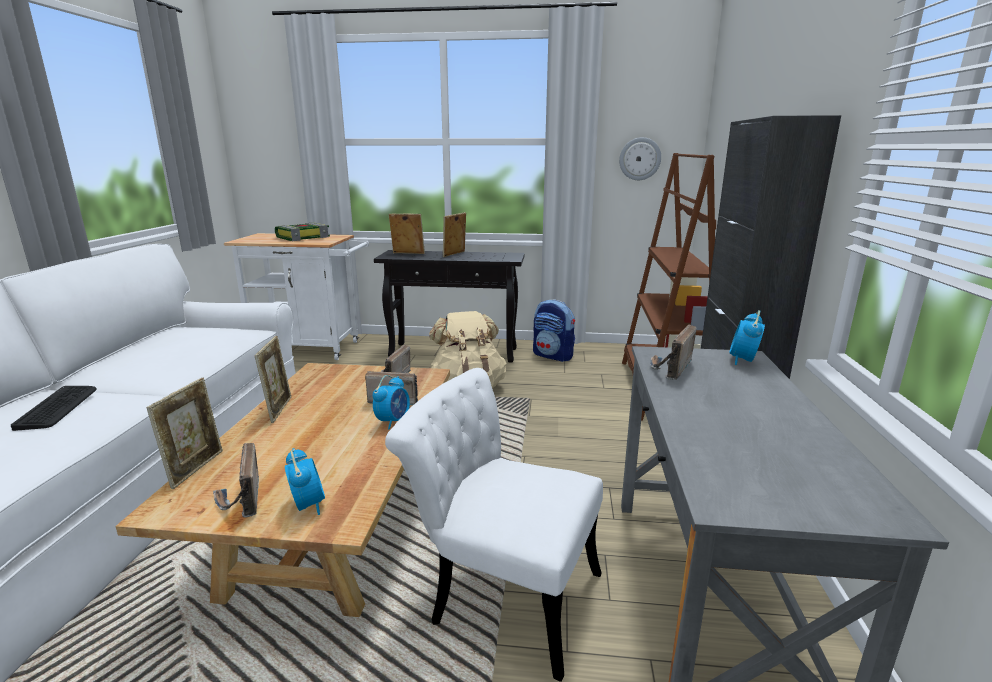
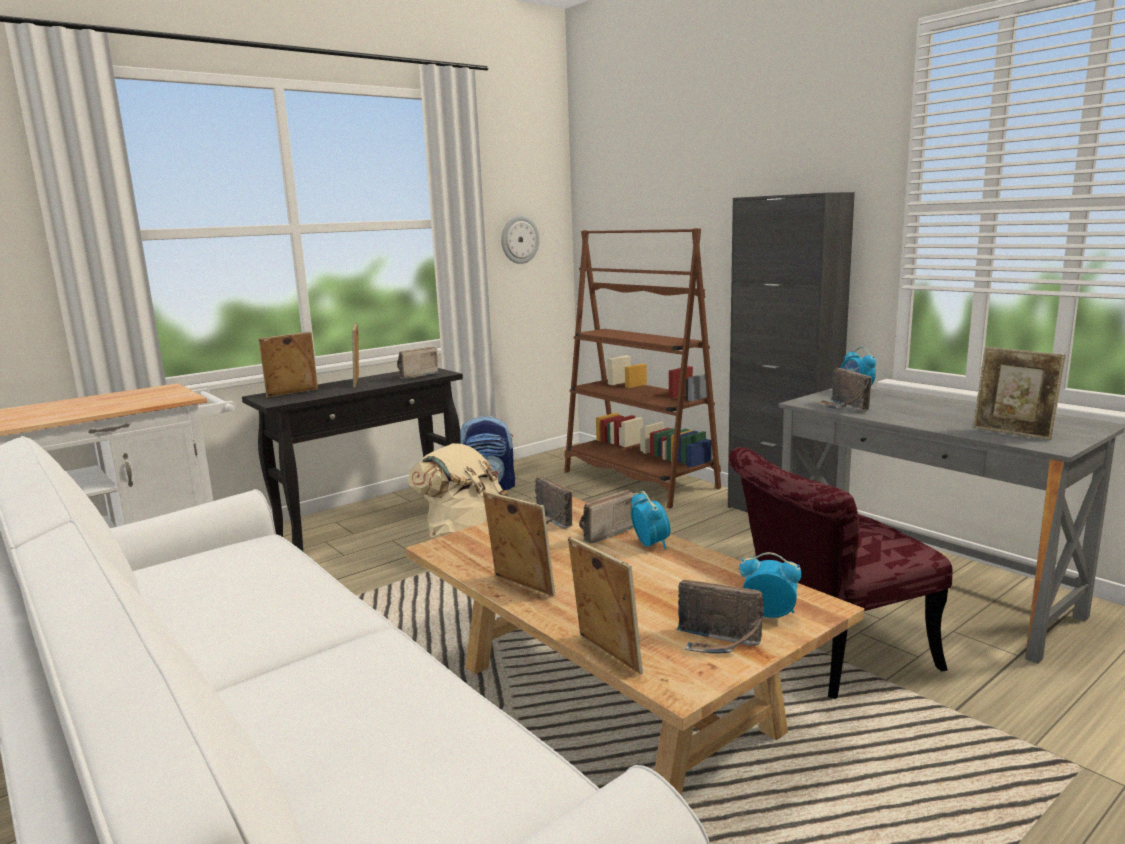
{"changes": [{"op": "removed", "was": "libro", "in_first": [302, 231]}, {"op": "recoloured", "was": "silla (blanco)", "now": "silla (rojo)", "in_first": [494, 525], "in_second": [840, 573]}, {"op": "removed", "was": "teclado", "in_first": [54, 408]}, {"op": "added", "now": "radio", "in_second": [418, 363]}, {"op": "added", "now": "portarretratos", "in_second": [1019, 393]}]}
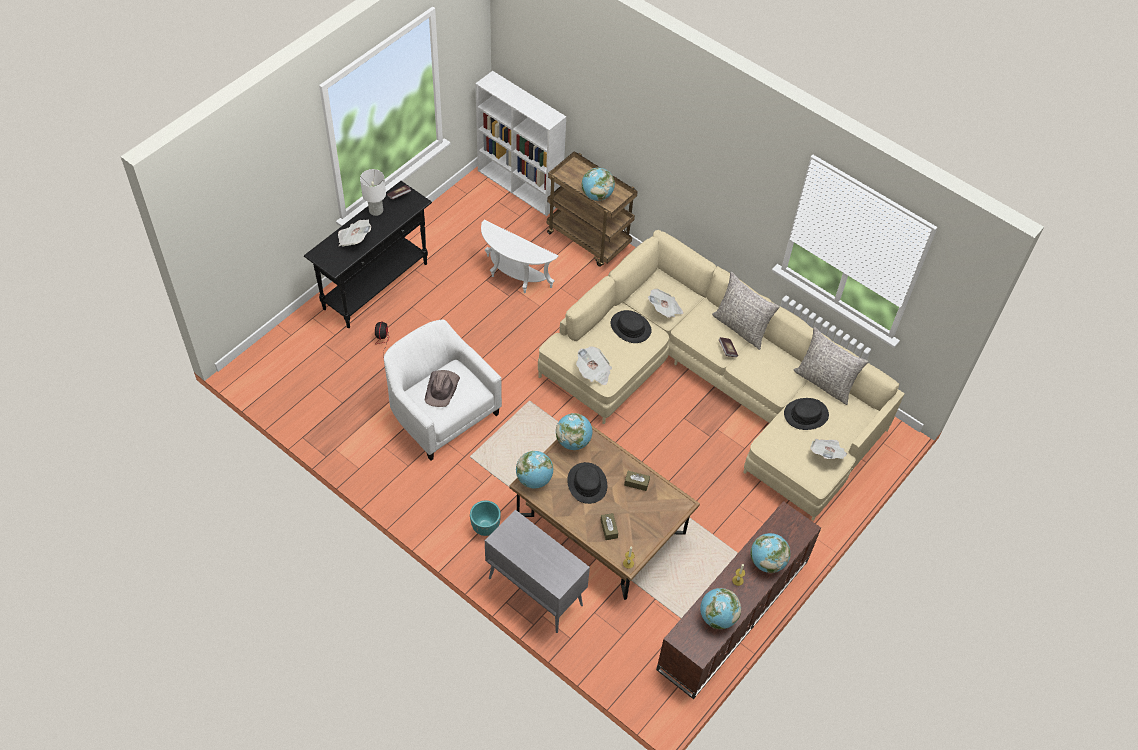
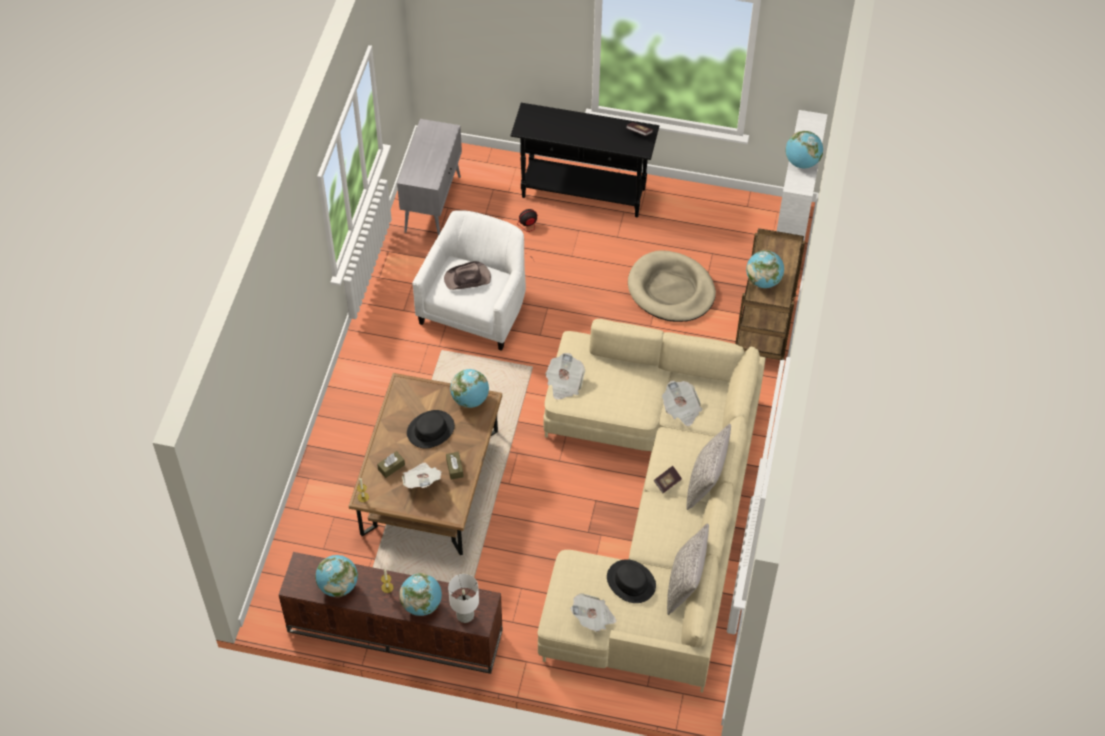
{"changes": [{"op": "moved", "was": "lámpara de mesa (blanco)", "in_first": [373, 192], "in_second": [463, 598]}, {"op": "moved", "was": "periódico", "in_first": [354, 233], "in_second": [422, 475]}, {"op": "replaced", "was": "mesa auxiliar (blanco)", "now": "cama para perro (beis)", "in_first": [519, 256], "in_second": [672, 286]}, {"op": "removed", "was": "sombrero (negro)", "in_first": [631, 326]}, {"op": "moved", "was": "globo terráqueo", "in_first": [534, 469], "in_second": [804, 149]}, {"op": "removed", "was": "maceta (turquesa)", "in_first": [485, 518]}, {"op": "moved", "was": "armario (gris)", "in_first": [537, 571], "in_second": [429, 177]}]}
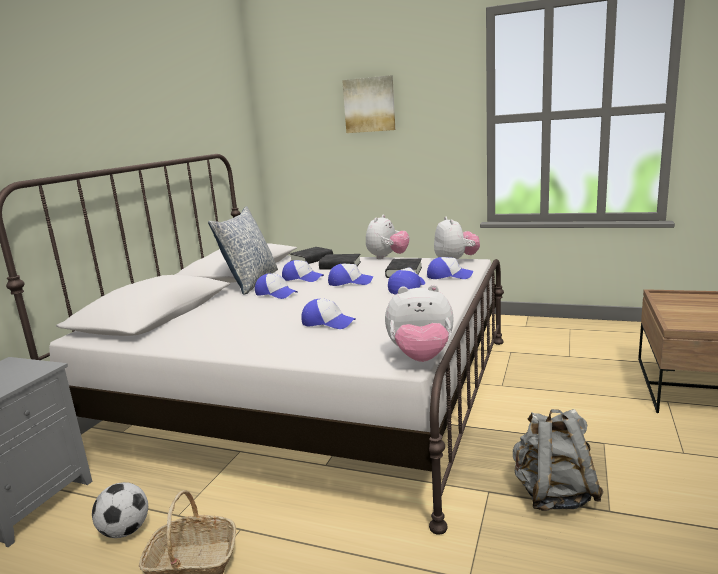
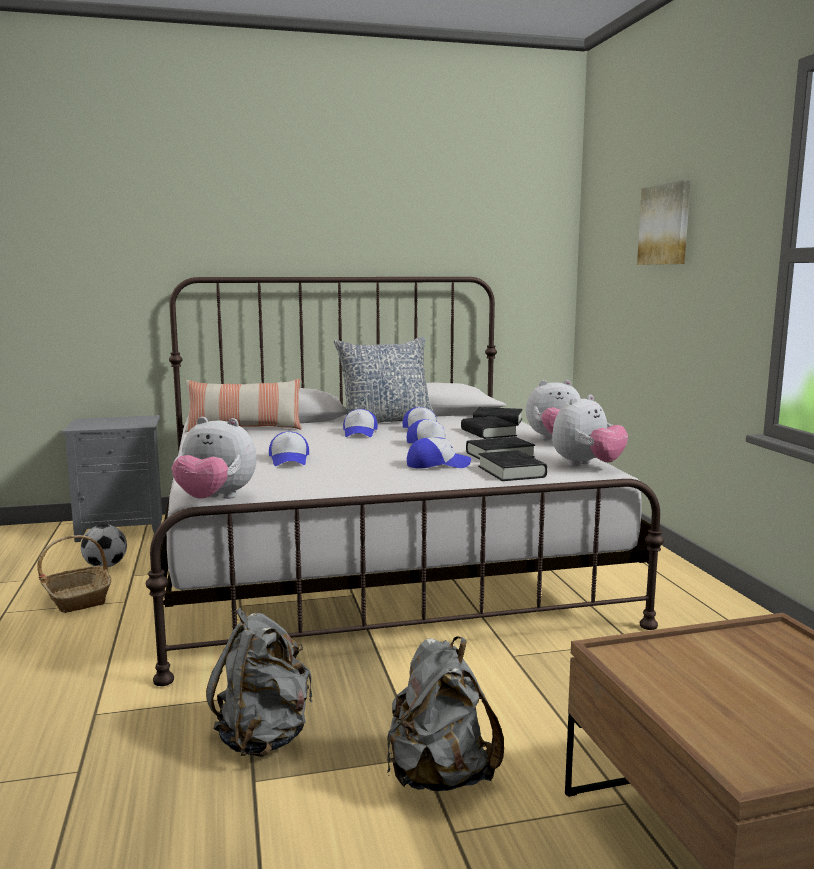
{"changes": [{"op": "replaced", "was": "gorra", "now": "libro (negro)", "in_first": [450, 268], "in_second": [512, 465]}, {"op": "turned", "was": "peluche", "in_first": [419, 323], "in_second": [214, 458], "clockwise": -45}, {"op": "added", "now": "cojín", "in_second": [243, 406]}, {"op": "added", "now": "mochila (gris)", "in_second": [445, 713]}]}
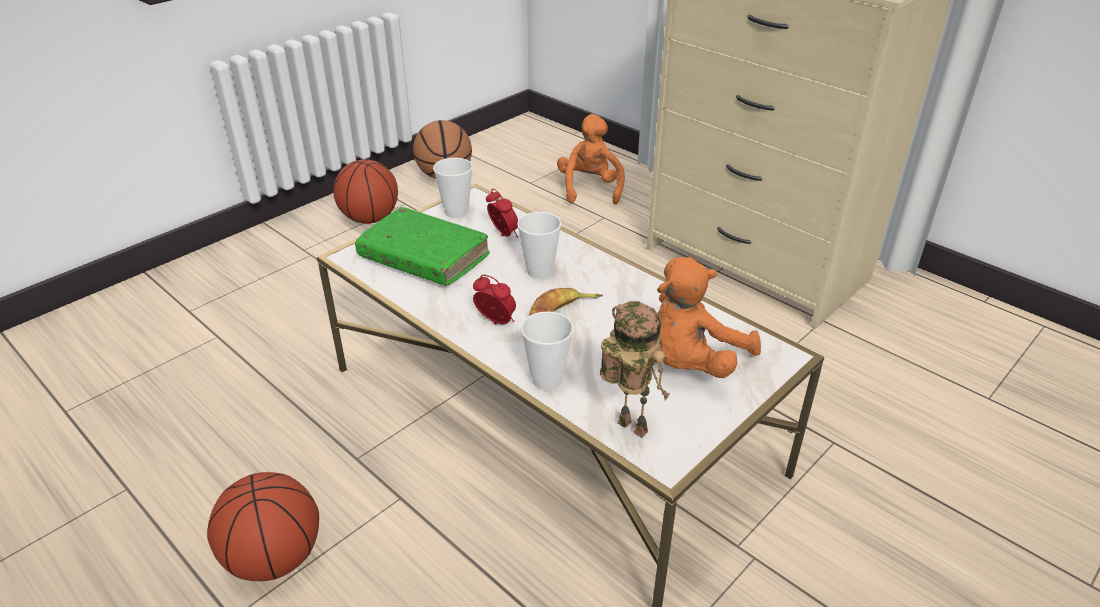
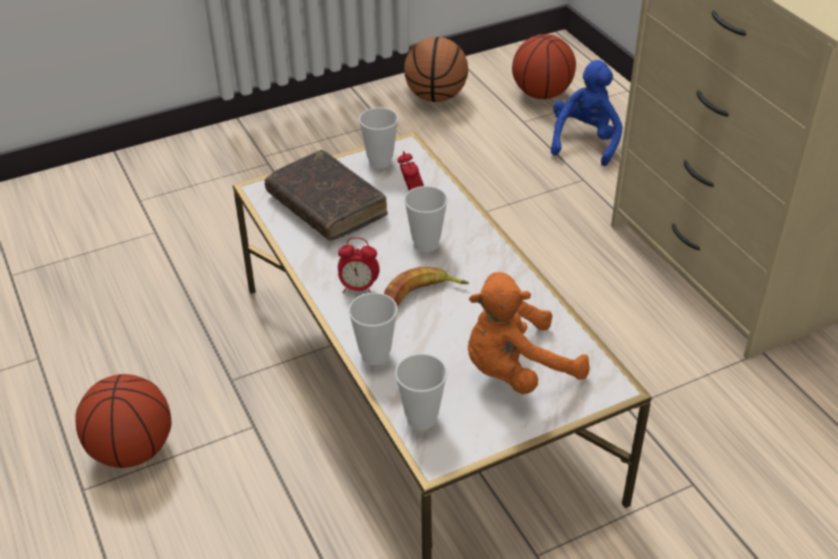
{"changes": [{"op": "recoloured", "was": "peluche (naranja)", "now": "peluche (azul)", "in_first": [591, 159], "in_second": [587, 113]}, {"op": "moved", "was": "balón de baloncesto", "in_first": [366, 191], "in_second": [544, 66]}, {"op": "recoloured", "was": "libro (verde)", "now": "libro (marrón)", "in_first": [422, 246], "in_second": [326, 195]}, {"op": "turned", "was": "despertador", "in_first": [494, 300], "in_second": [359, 265], "clockwise": 135}, {"op": "replaced", "was": "robot de juguete", "now": "taza", "in_first": [635, 369], "in_second": [421, 391]}]}
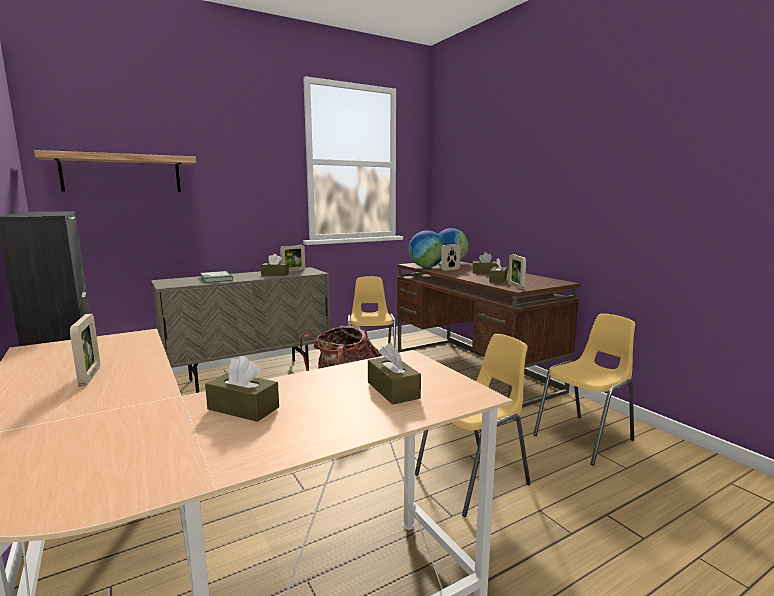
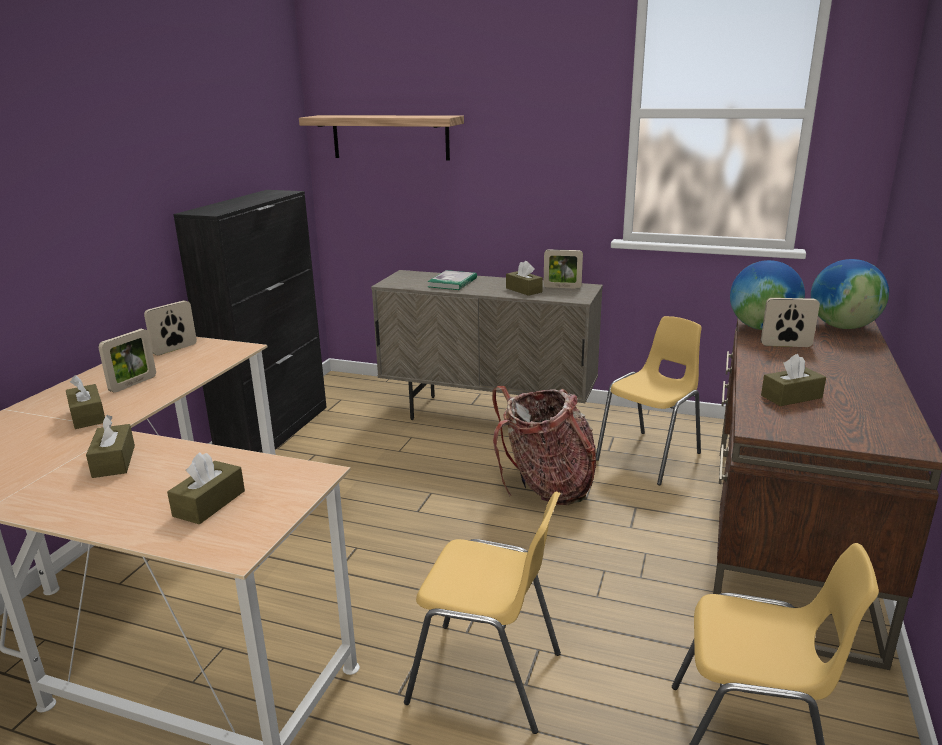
{"changes": [{"op": "moved", "was": "caja de pañuelos (marrón)", "in_first": [485, 263], "in_second": [85, 402]}, {"op": "moved", "was": "portarretratos", "in_first": [517, 271], "in_second": [170, 327]}]}
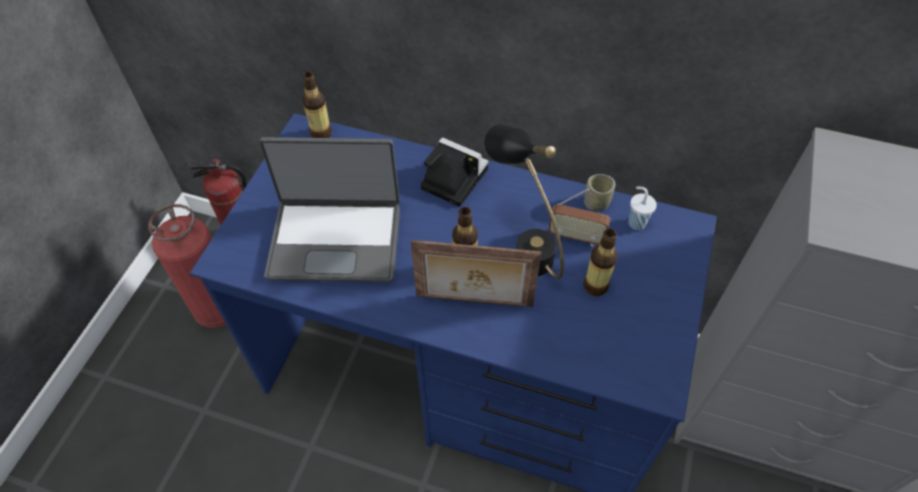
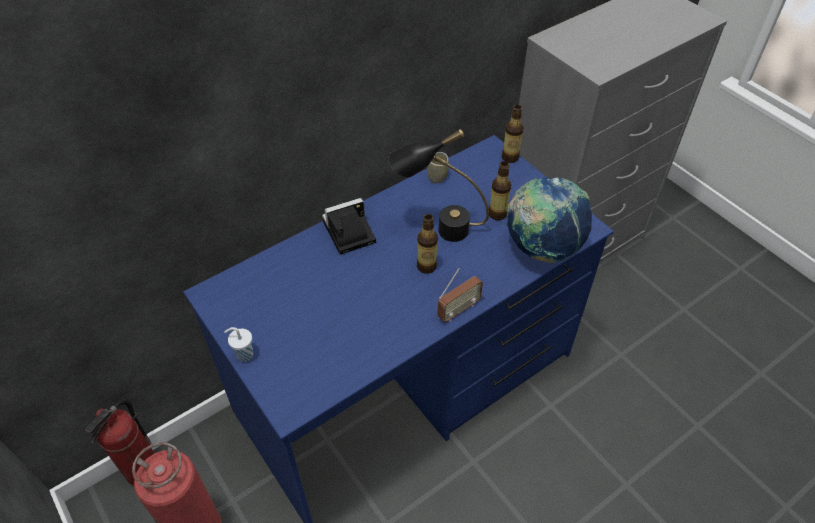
{"changes": [{"op": "moved", "was": "botella", "in_first": [317, 105], "in_second": [513, 134]}, {"op": "removed", "was": "portátil", "in_first": [330, 209]}, {"op": "moved", "was": "taza (blanco)", "in_first": [642, 208], "in_second": [238, 344]}, {"op": "moved", "was": "radio", "in_first": [579, 217], "in_second": [460, 295]}, {"op": "removed", "was": "portarretratos", "in_first": [476, 273]}, {"op": "added", "now": "globo terráqueo", "in_second": [549, 220]}]}
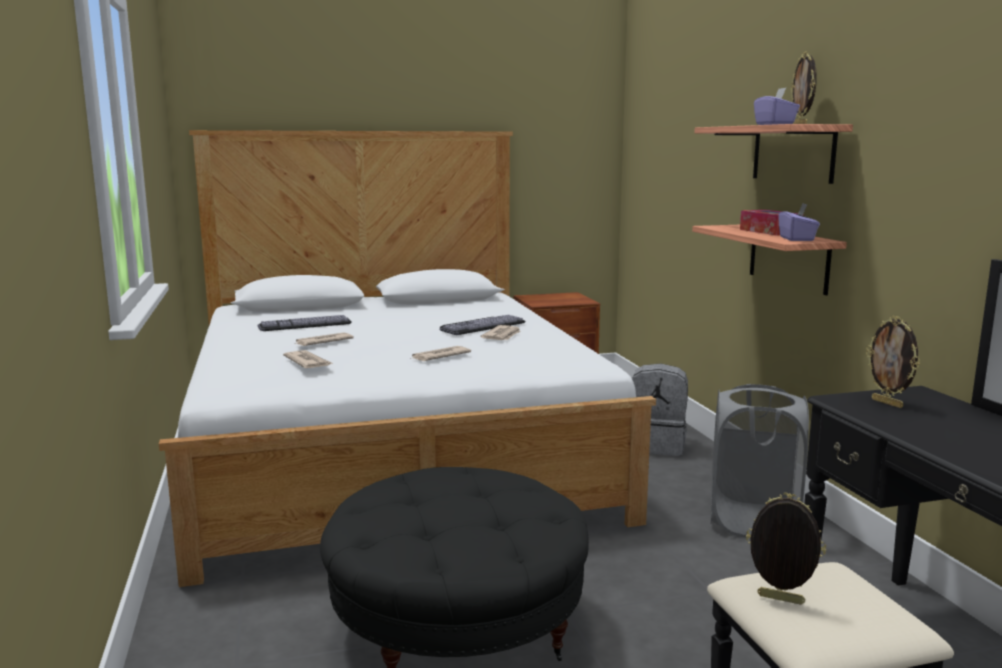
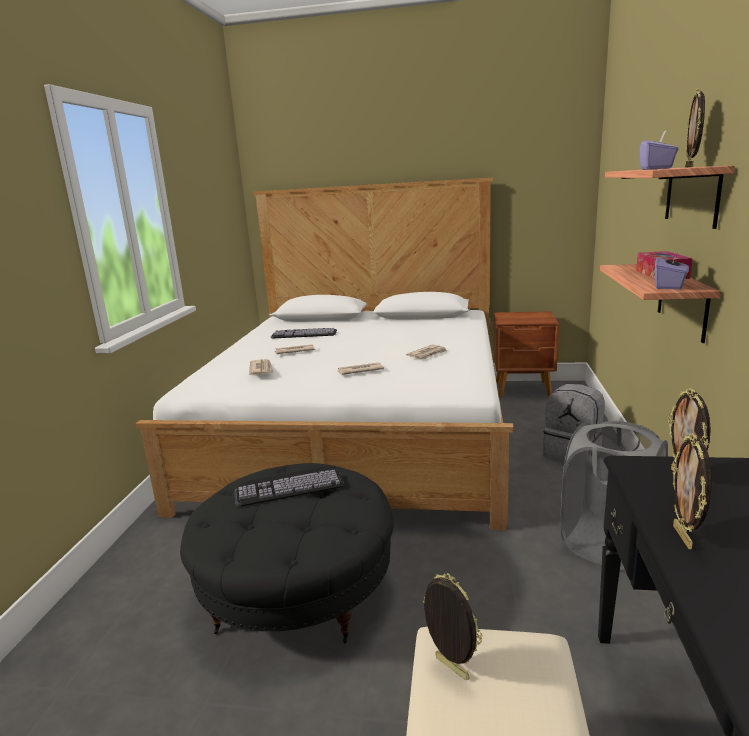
{"changes": [{"op": "moved", "was": "teclado", "in_first": [483, 325], "in_second": [289, 486]}, {"op": "added", "now": "portarretratos", "in_second": [692, 491]}]}
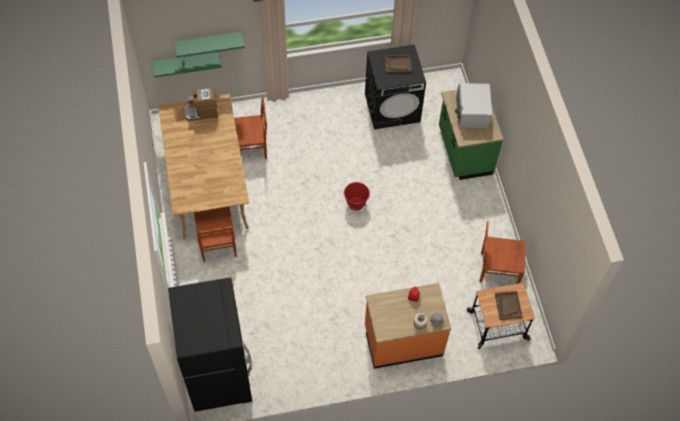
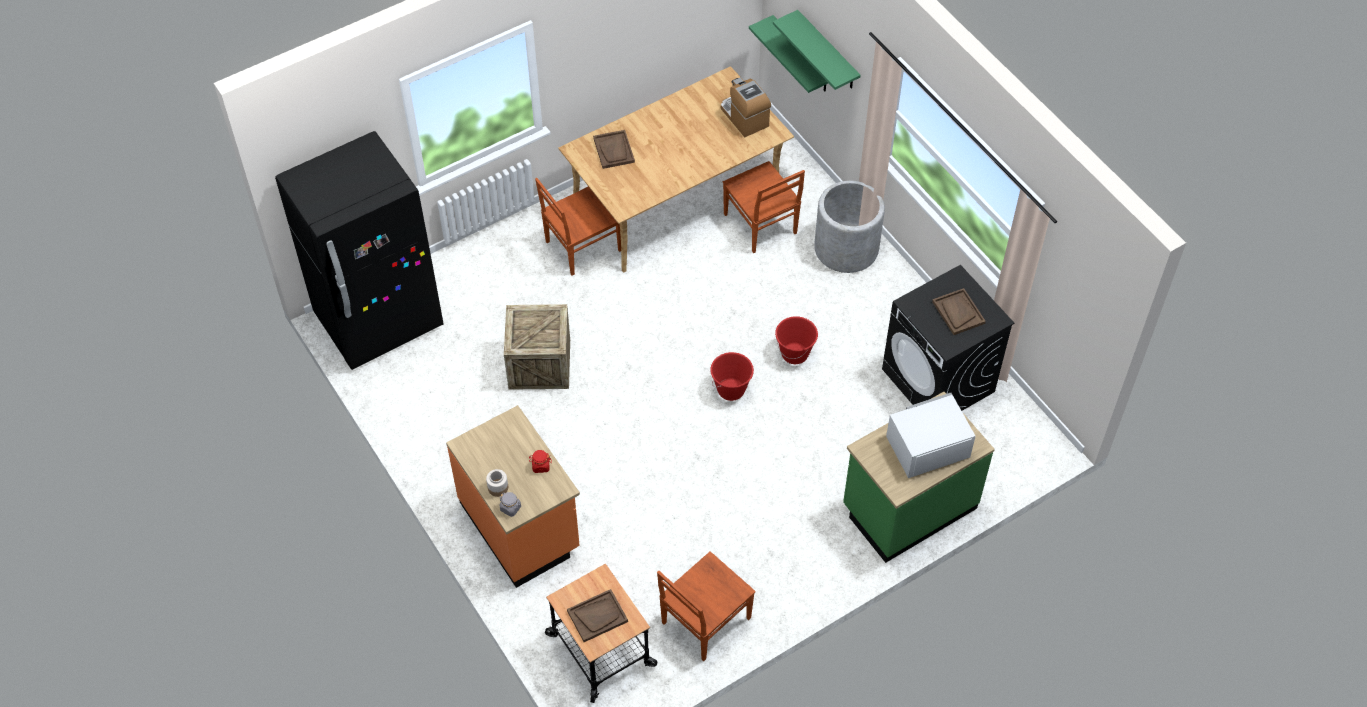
{"changes": [{"op": "turned", "was": "silla (marrón)", "in_first": [502, 252], "in_second": [706, 606], "clockwise": -120}, {"op": "added", "now": "bandeja (marrón)", "in_second": [614, 149]}, {"op": "added", "now": "maceta (gris)", "in_second": [849, 227]}, {"op": "added", "now": "caja de embalaje", "in_second": [537, 347]}, {"op": "added", "now": "cubo (rojo)", "in_second": [796, 340]}]}
